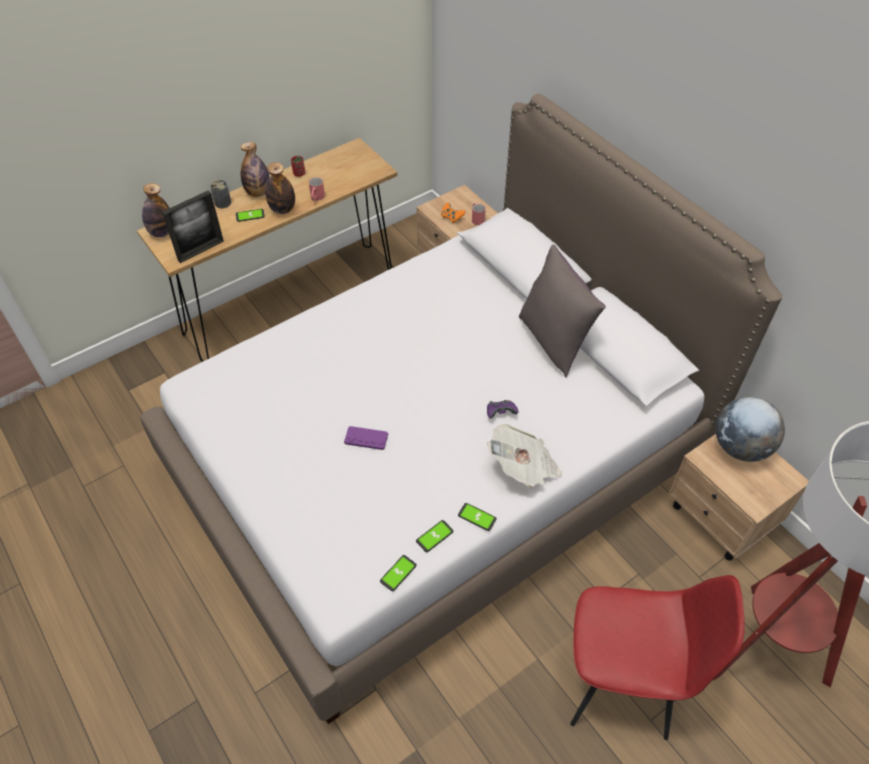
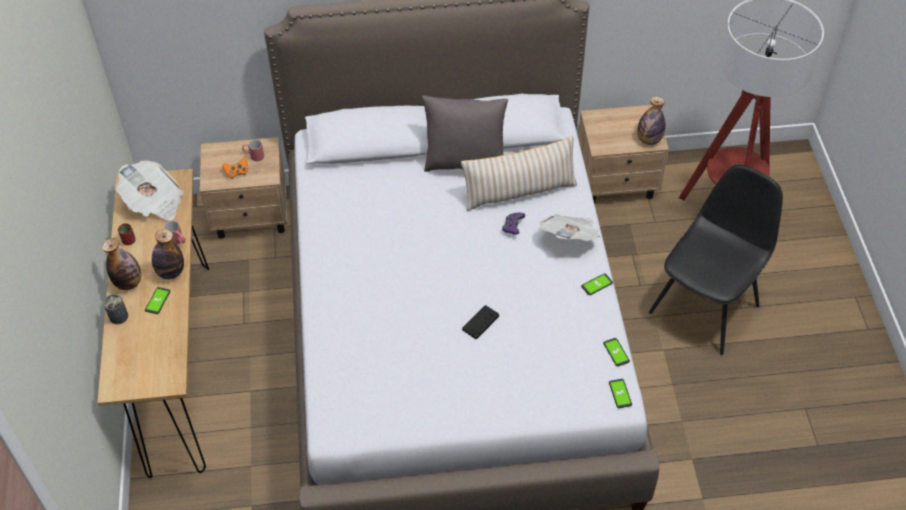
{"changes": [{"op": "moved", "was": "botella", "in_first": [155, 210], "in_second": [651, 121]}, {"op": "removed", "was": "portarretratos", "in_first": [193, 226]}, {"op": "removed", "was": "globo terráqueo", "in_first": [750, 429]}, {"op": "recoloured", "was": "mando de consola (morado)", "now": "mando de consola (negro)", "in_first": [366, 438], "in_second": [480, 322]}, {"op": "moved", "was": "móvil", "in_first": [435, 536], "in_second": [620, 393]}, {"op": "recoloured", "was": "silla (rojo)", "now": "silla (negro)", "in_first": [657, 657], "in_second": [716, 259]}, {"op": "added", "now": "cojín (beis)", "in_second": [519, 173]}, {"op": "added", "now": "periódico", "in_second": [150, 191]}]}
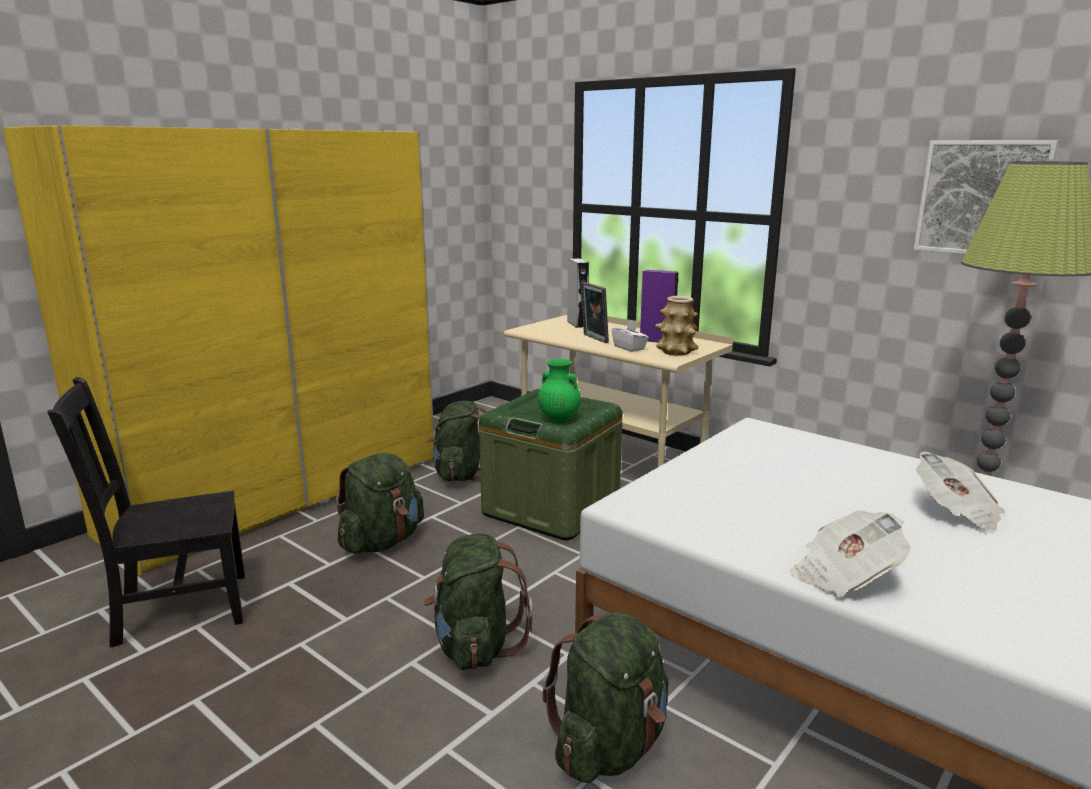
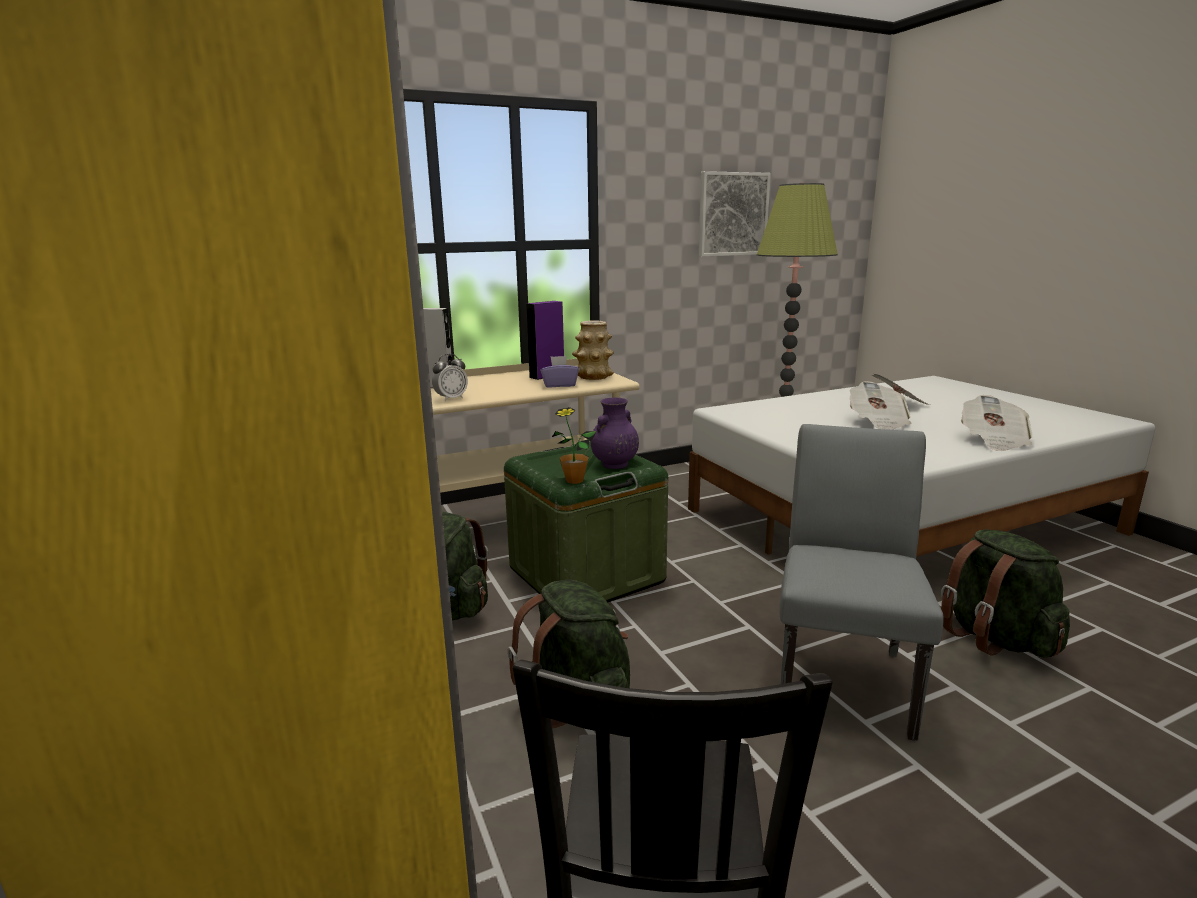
{"changes": [{"op": "removed", "was": "portarretratos", "in_first": [594, 312]}, {"op": "recoloured", "was": "caja de pañuelos (blanco)", "now": "caja de pañuelos (morado)", "in_first": [630, 336], "in_second": [559, 371]}, {"op": "recoloured", "was": "florero (verde)", "now": "florero (morado)", "in_first": [559, 391], "in_second": [615, 433]}, {"op": "replaced", "was": "mochila (verde)", "now": "silla (gris)", "in_first": [478, 601], "in_second": [861, 582]}, {"op": "added", "now": "despertador", "in_second": [450, 377]}, {"op": "added", "now": "periódico", "in_second": [881, 405]}, {"op": "added", "now": "planta en maceta", "in_second": [574, 445]}]}
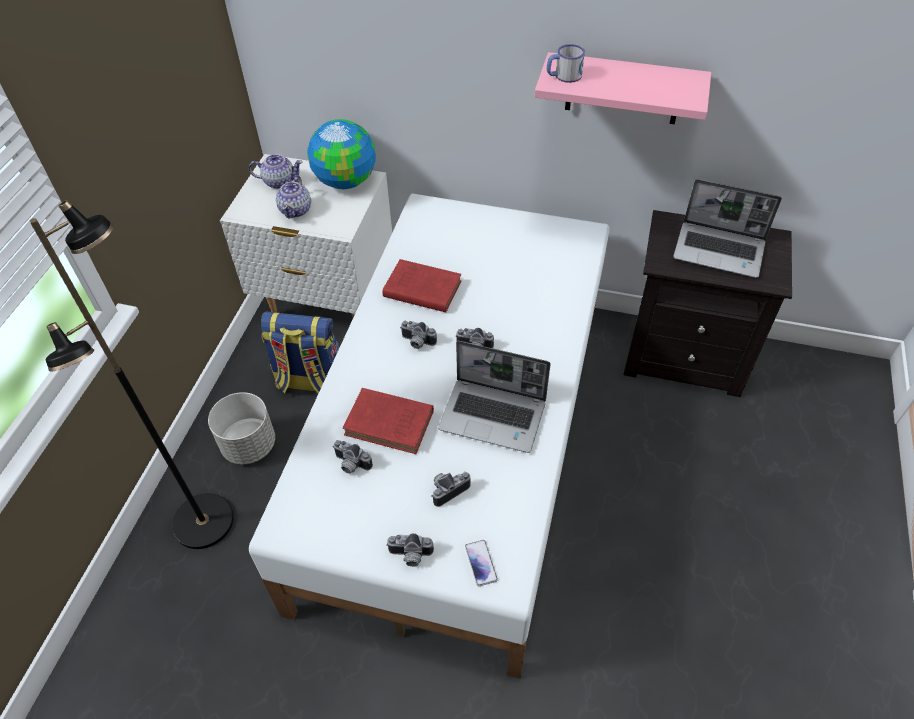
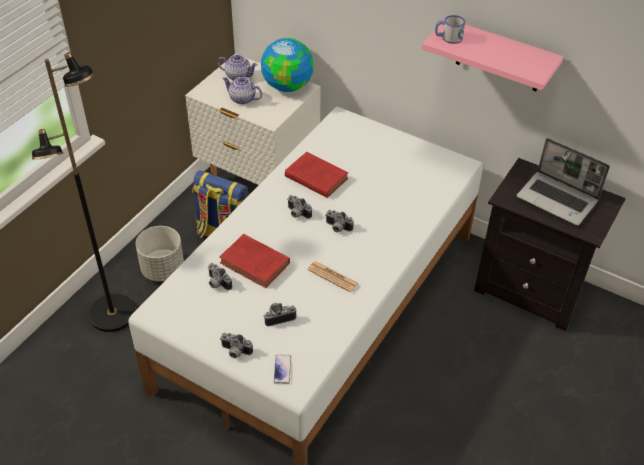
{"changes": [{"op": "turned", "was": "tetera", "in_first": [293, 197], "in_second": [242, 91], "clockwise": 90}, {"op": "replaced", "was": "portátil", "now": "periódico", "in_first": [494, 397], "in_second": [333, 277]}]}
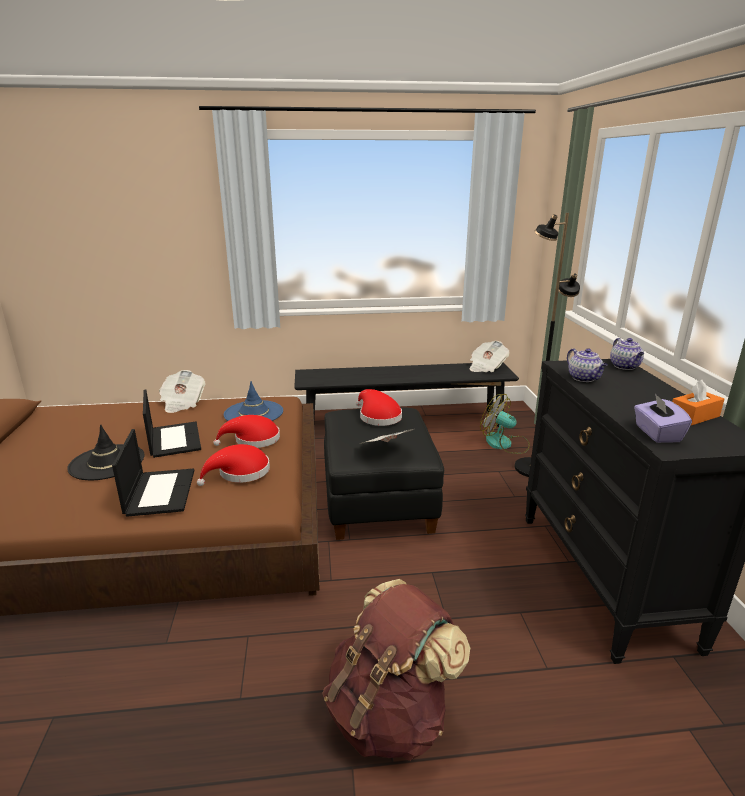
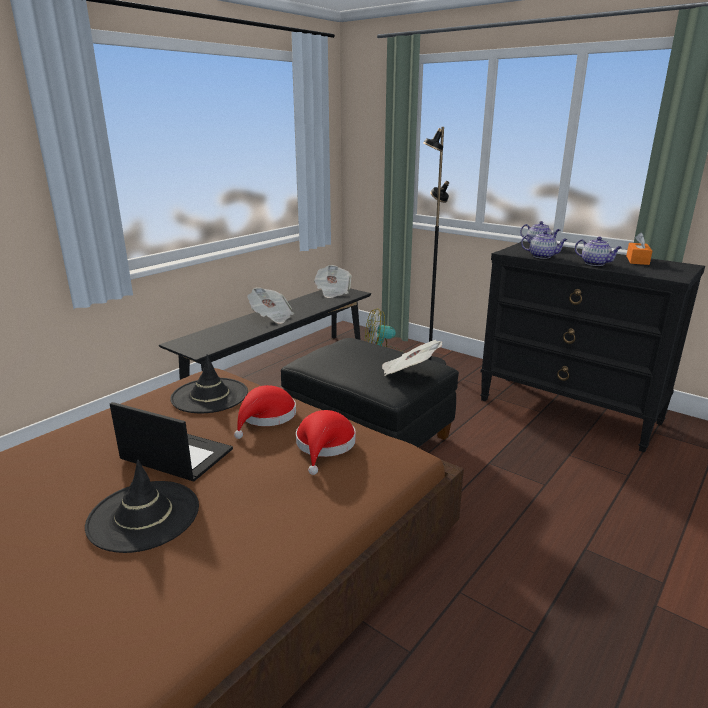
{"changes": [{"op": "moved", "was": "periódico", "in_first": [182, 391], "in_second": [270, 305]}, {"op": "recoloured", "was": "sombrero (azul)", "now": "sombrero (negro)", "in_first": [253, 401], "in_second": [209, 383]}, {"op": "removed", "was": "sombrero (rojo)", "in_first": [379, 407]}, {"op": "removed", "was": "caja de pañuelos (morado)", "in_first": [663, 418]}, {"op": "removed", "was": "portátil", "in_first": [153, 473]}, {"op": "removed", "was": "mochila (marrón)", "in_first": [396, 670]}, {"op": "added", "now": "tetera", "in_second": [598, 251]}]}
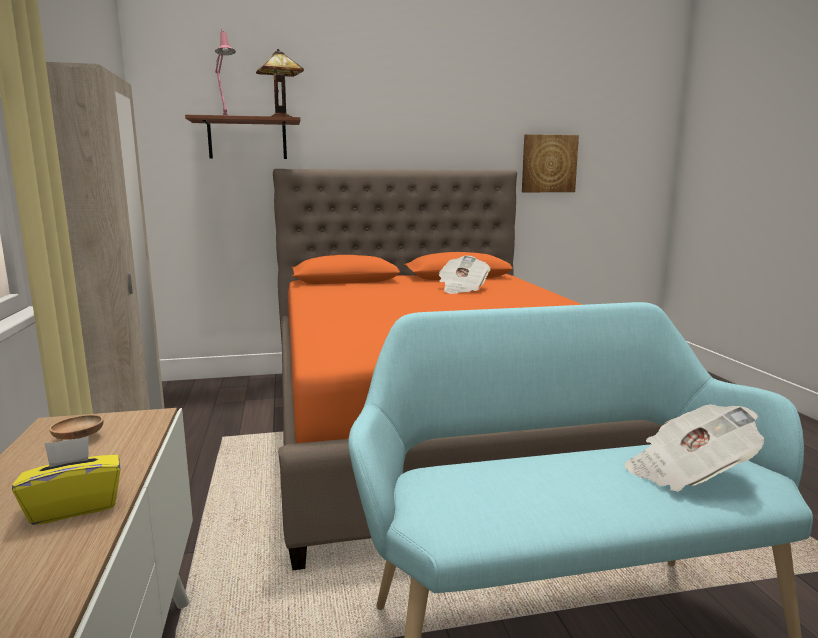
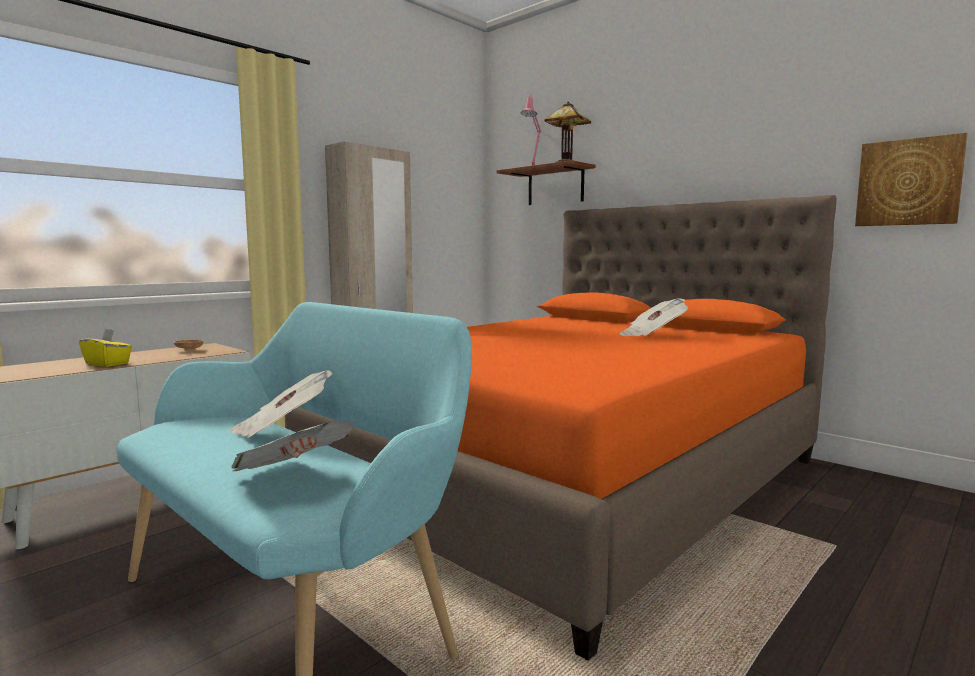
{"changes": [{"op": "added", "now": "periódico", "in_second": [281, 404]}]}
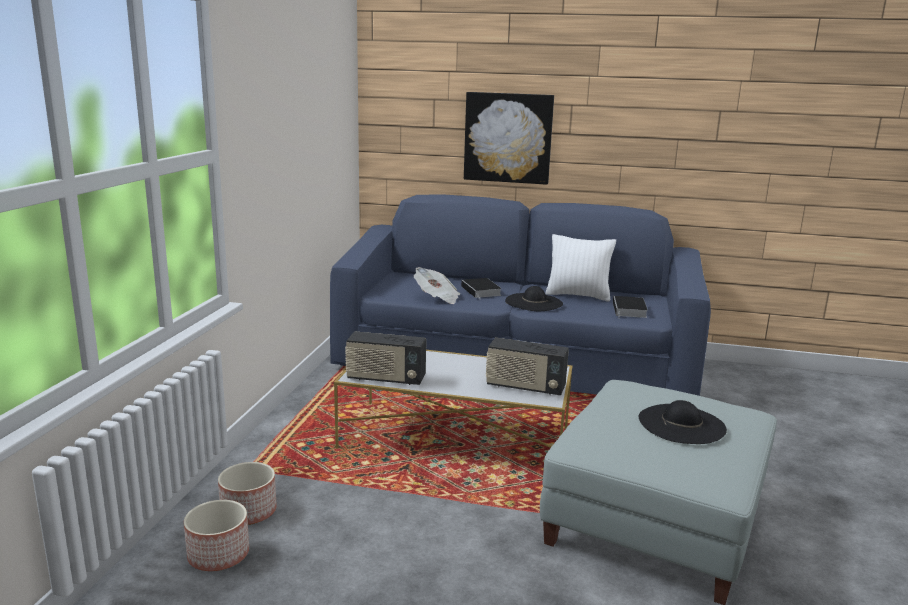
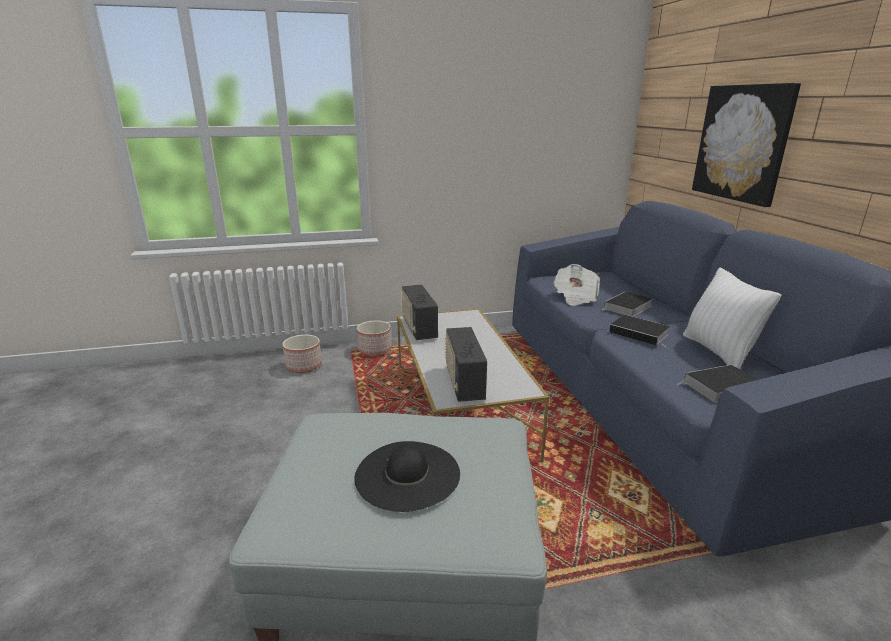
{"changes": [{"op": "replaced", "was": "sombrero (negro)", "now": "libro", "in_first": [534, 298], "in_second": [639, 331]}, {"op": "moved", "was": "maceta", "in_first": [216, 535], "in_second": [374, 338]}]}
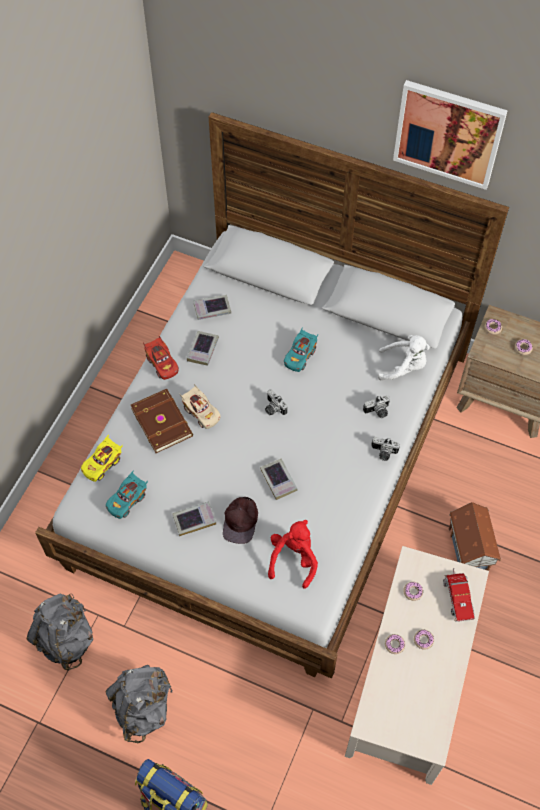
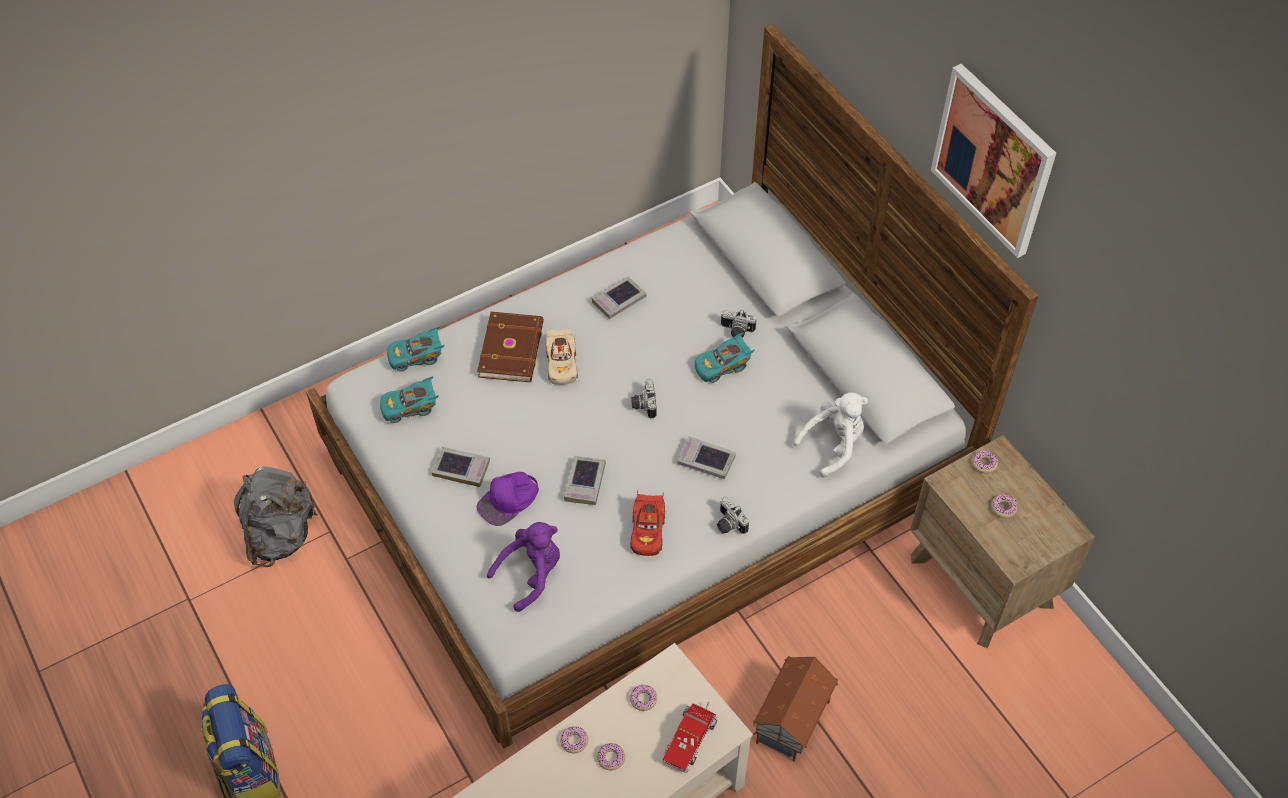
{"changes": [{"op": "moved", "was": "libro", "in_first": [212, 307], "in_second": [706, 457]}, {"op": "turned", "was": "peluche (blanco)", "in_first": [404, 357], "in_second": [830, 435], "clockwise": -75}, {"op": "moved", "was": "coche de juguete (rojo)", "in_first": [161, 358], "in_second": [647, 523]}, {"op": "moved", "was": "cámara", "in_first": [376, 406], "in_second": [738, 324]}, {"op": "recoloured", "was": "coche de juguete (amarillo)", "now": "coche de juguete (turquesa)", "in_first": [102, 458], "in_second": [416, 349]}, {"op": "recoloured", "was": "gorra (marrón)", "now": "gorra (morado)", "in_first": [240, 520], "in_second": [508, 499]}, {"op": "recoloured", "was": "peluche (rojo)", "now": "peluche (morado)", "in_first": [293, 554], "in_second": [523, 567]}, {"op": "removed", "was": "mochila (gris)", "in_first": [139, 704]}]}
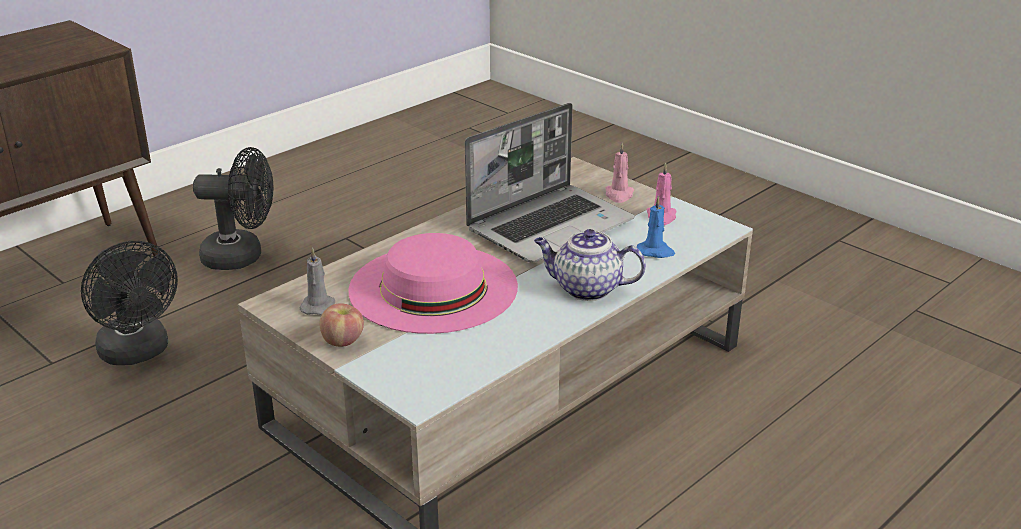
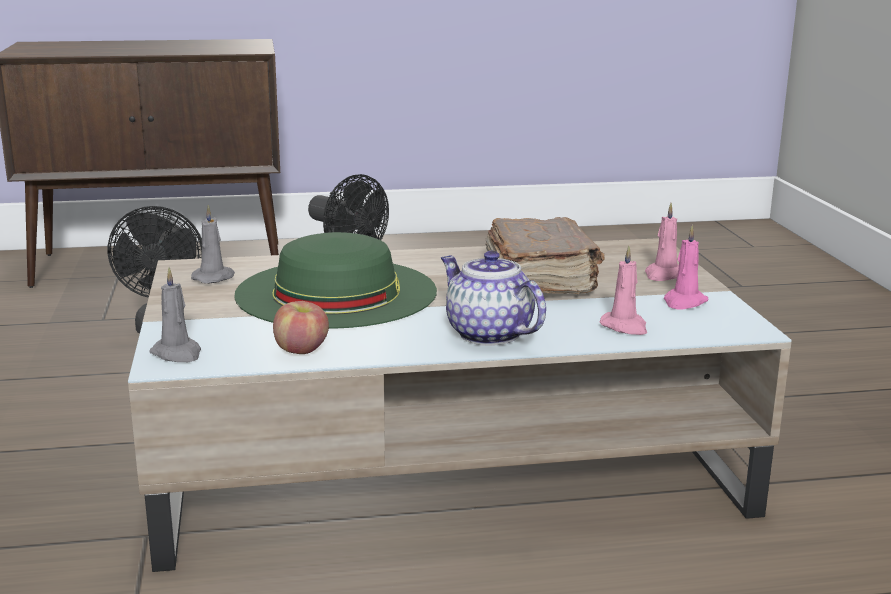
{"changes": [{"op": "replaced", "was": "portátil", "now": "libro (marrón)", "in_first": [549, 183], "in_second": [544, 255]}, {"op": "recoloured", "was": "vela (azul)", "now": "vela (rosa)", "in_first": [656, 226], "in_second": [623, 290]}, {"op": "recoloured", "was": "sombrero (rosa)", "now": "sombrero (verde)", "in_first": [433, 283], "in_second": [335, 280]}, {"op": "moved", "was": "manzana", "in_first": [341, 325], "in_second": [301, 327]}, {"op": "added", "now": "vela (gris)", "in_second": [175, 314]}]}
